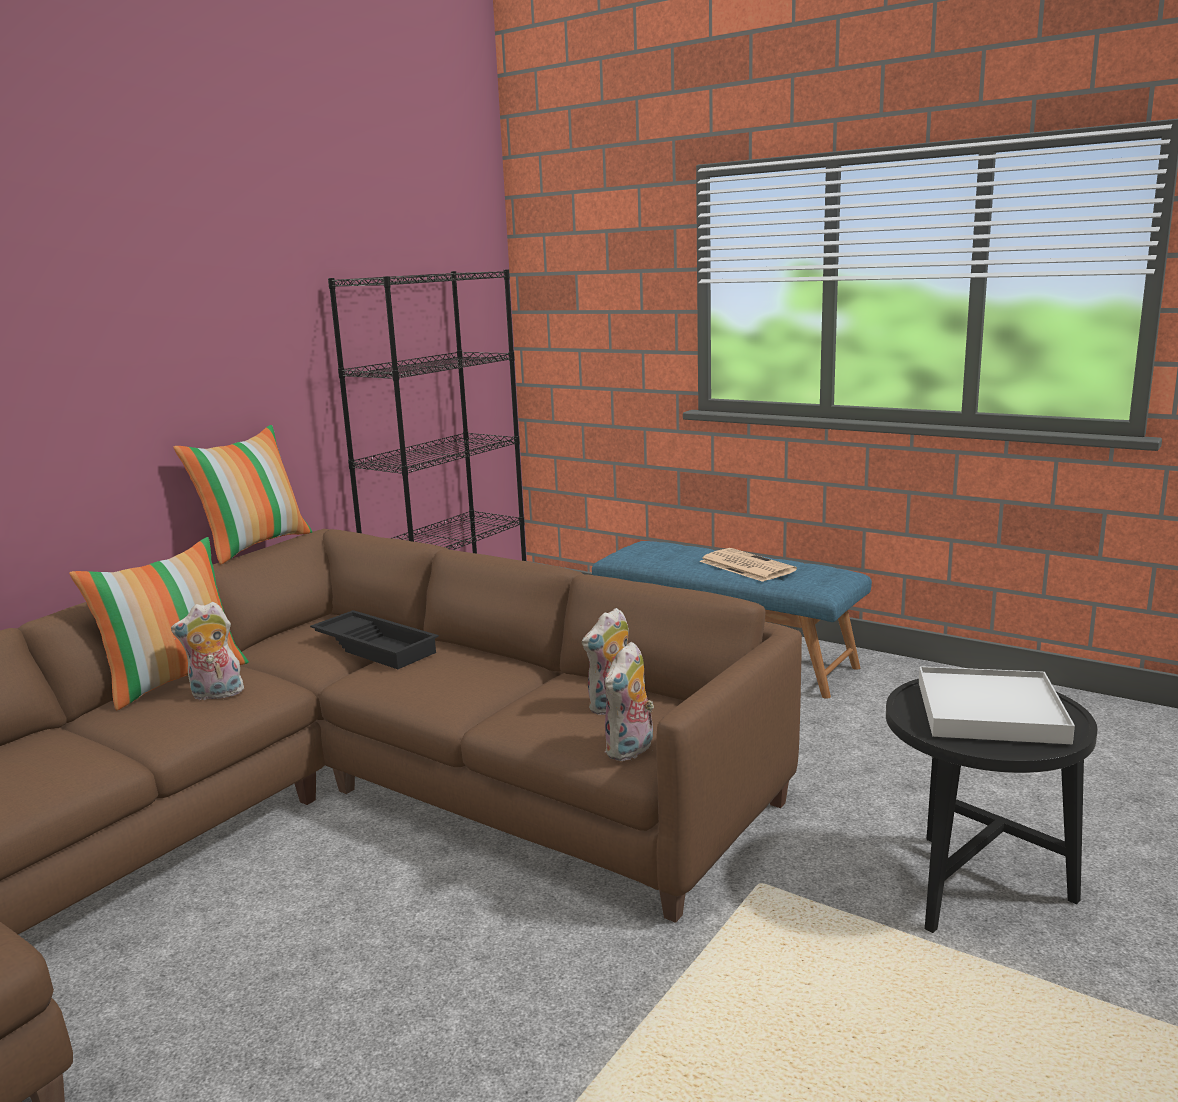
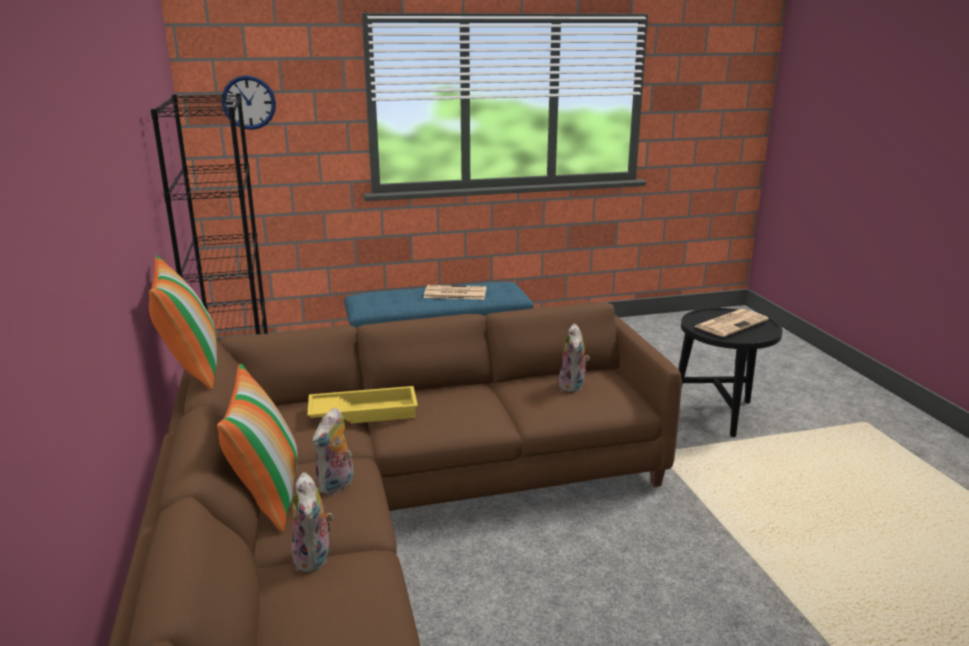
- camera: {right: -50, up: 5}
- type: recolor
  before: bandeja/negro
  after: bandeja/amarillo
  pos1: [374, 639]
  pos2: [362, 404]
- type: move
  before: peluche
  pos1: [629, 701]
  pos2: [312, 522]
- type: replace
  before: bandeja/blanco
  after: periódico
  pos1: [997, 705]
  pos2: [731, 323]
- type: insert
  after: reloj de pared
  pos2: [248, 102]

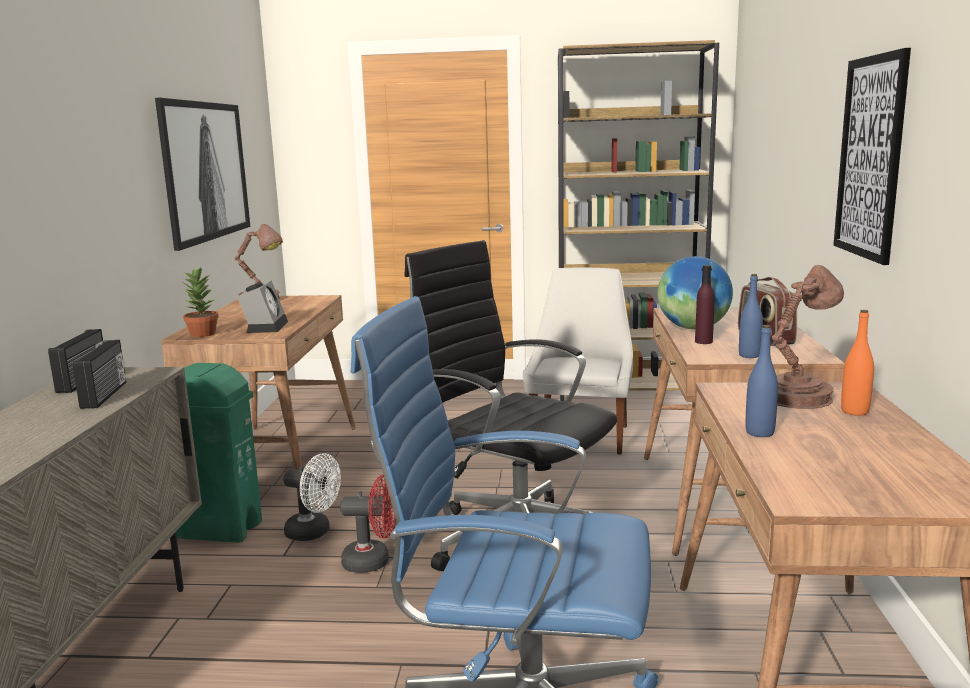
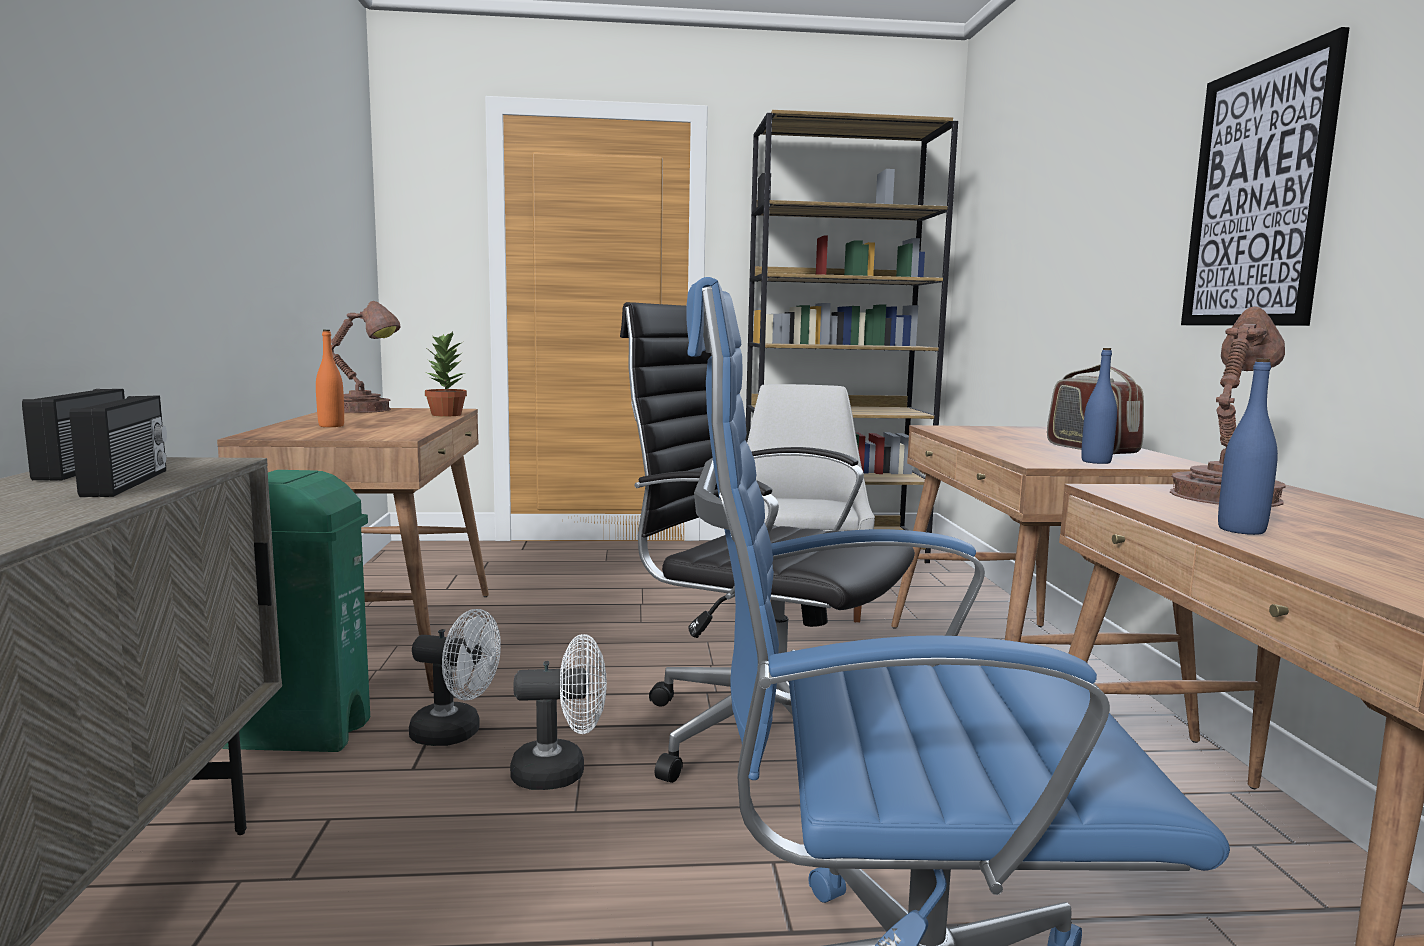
- camera: {right: -10, up: -5}
- type: delete
  before: cuadro
  pos1: [202, 174]
- type: delete
  before: globo terráqueo
  pos1: [695, 292]
- type: delete
  before: botella/morado
  pos1: [705, 304]
- type: move
  before: planta en maceta
  pos1: [200, 302]
  pos2: [446, 374]
- type: delete
  before: despertador
  pos1: [262, 306]
- type: move
  before: botella/naranja
  pos1: [857, 363]
  pos2: [330, 378]
- type: recolor
  before: ventilador/rojo
  after: ventilador/blanco
  pos1: [368, 524]
  pos2: [558, 712]

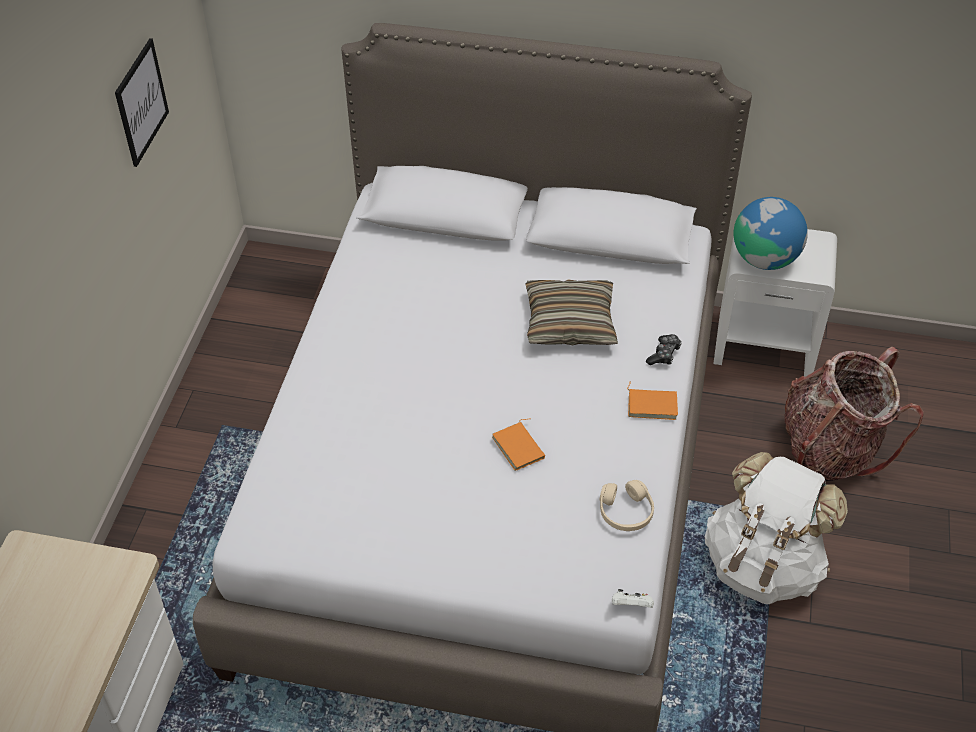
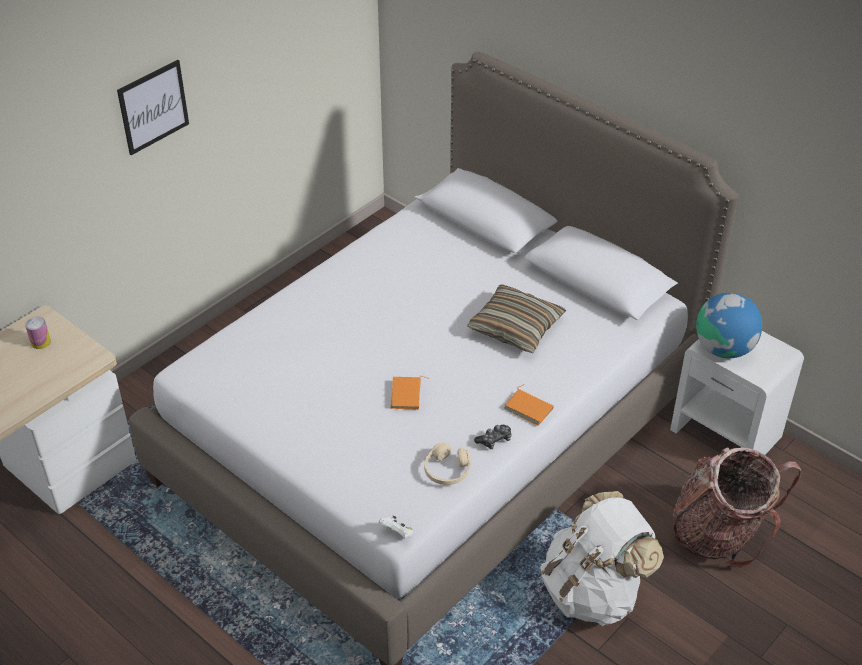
- camera: {right: 30, up: -5}
- type: move
  before: cuadro
  pos1: [142, 102]
  pos2: [153, 107]
- type: move
  before: mando de consola
  pos1: [664, 349]
  pos2: [493, 437]
- type: insert
  after: lata
  pos2: [38, 333]

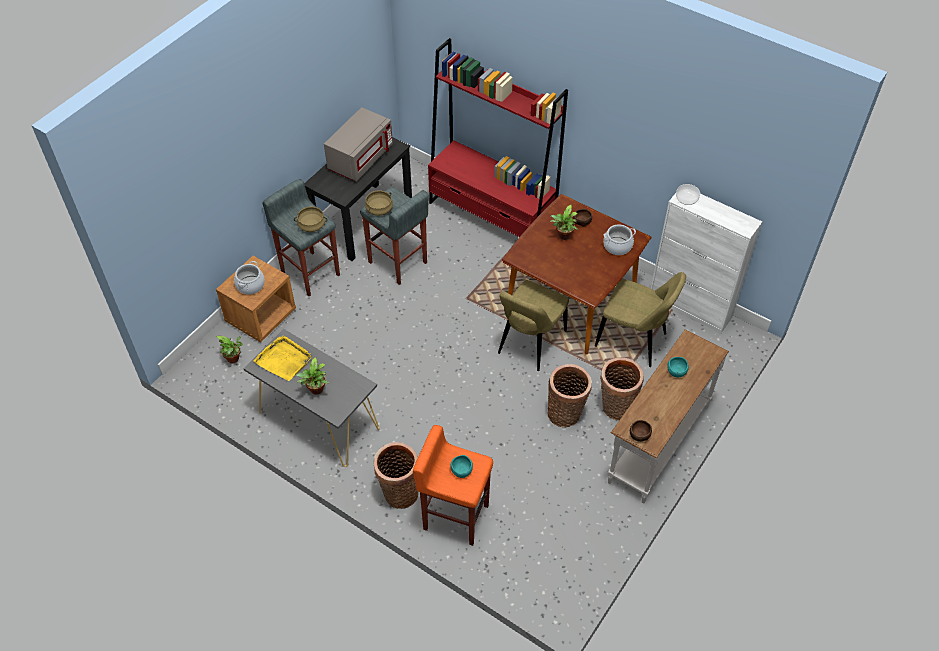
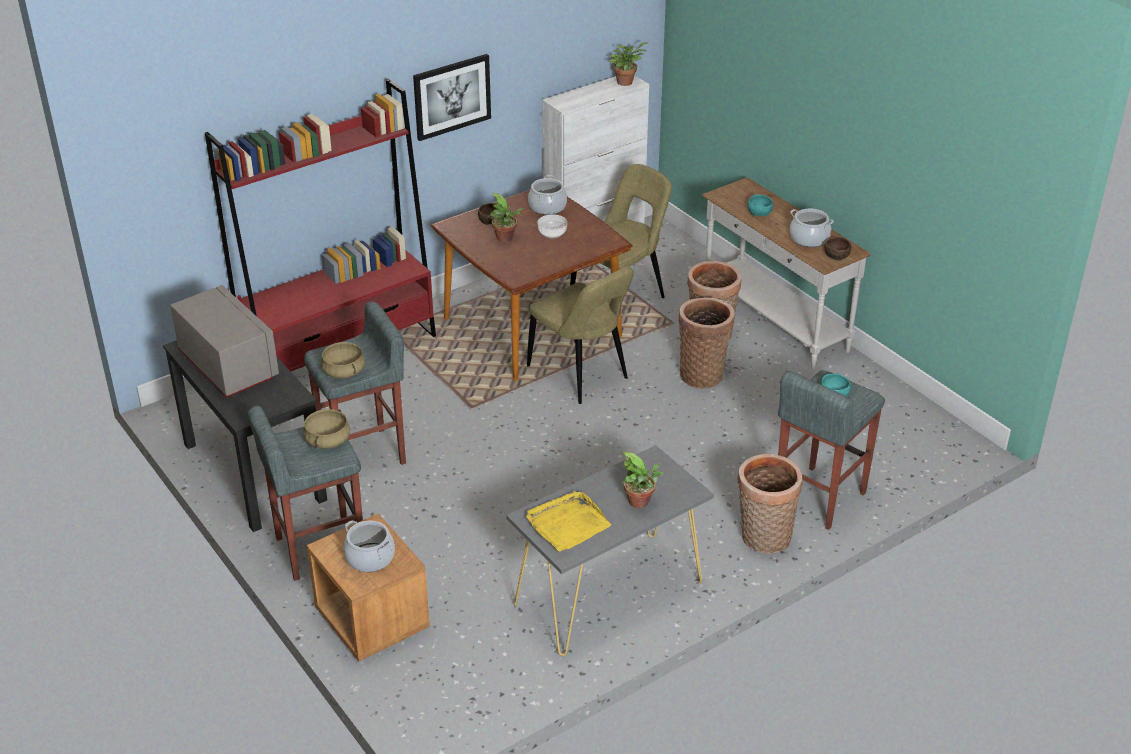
- camera: {right: -70, up: -15}
- type: move
  before: cuenco
  pos1: [688, 194]
  pos2: [552, 226]
- type: move
  before: planta en maceta
  pos1: [229, 349]
  pos2: [628, 64]
- type: recolor
  before: taburete/naranja
  after: taburete/gris
  pos1: [453, 485]
  pos2: [831, 450]
- type: insert
  after: cuadro
  pos2: [452, 97]
- type: insert
  after: olla
  pos2: [812, 228]

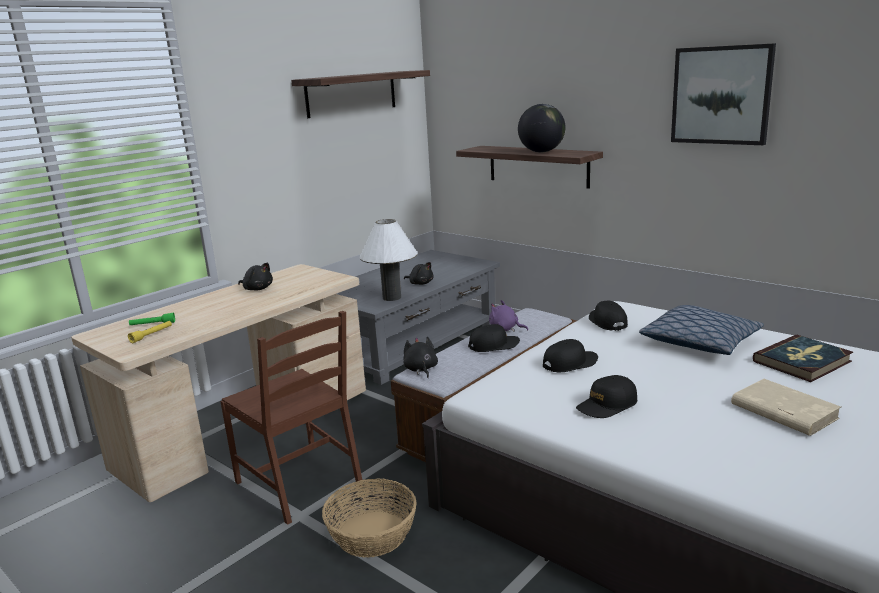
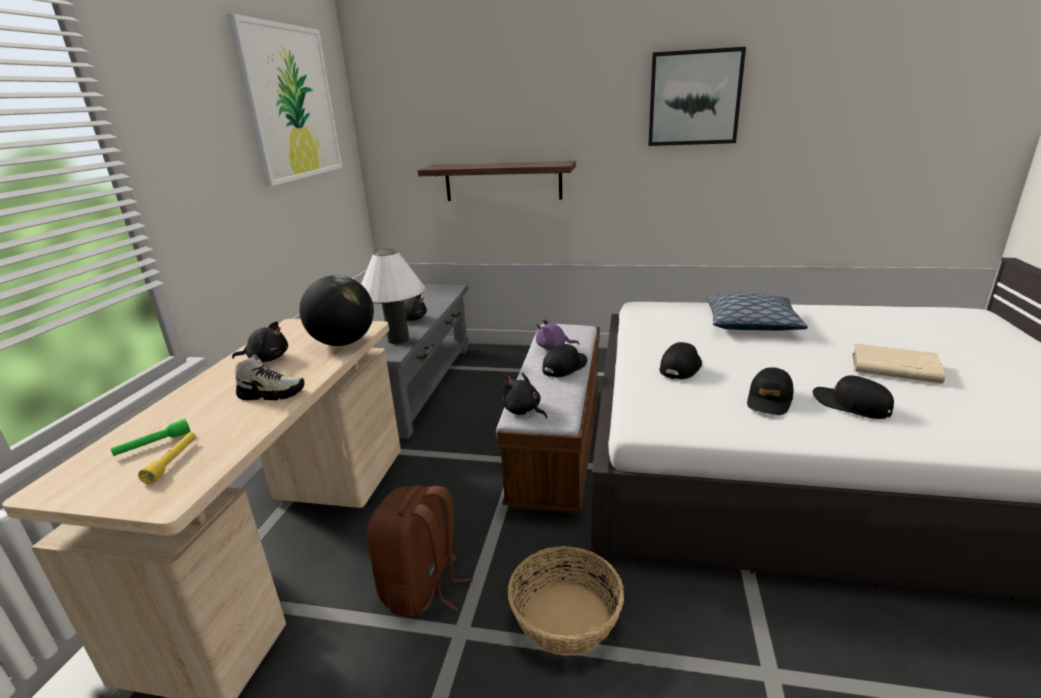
- camera: {right: -30, up: 5}
- type: replace
  before: estante
  after: cuadro
  pos1: [360, 94]
  pos2: [284, 100]
- type: move
  before: globo terráqueo
  pos1: [541, 128]
  pos2: [336, 310]
- type: move
  before: gorra/negro
  pos1: [608, 316]
  pos2: [853, 397]
- type: replace
  before: silla/marrón
  after: mochila/marrón
  pos1: [291, 418]
  pos2: [420, 551]
- type: delete
  before: libro
  pos1: [803, 358]
- type: insert
  after: zapato
  pos2: [270, 377]

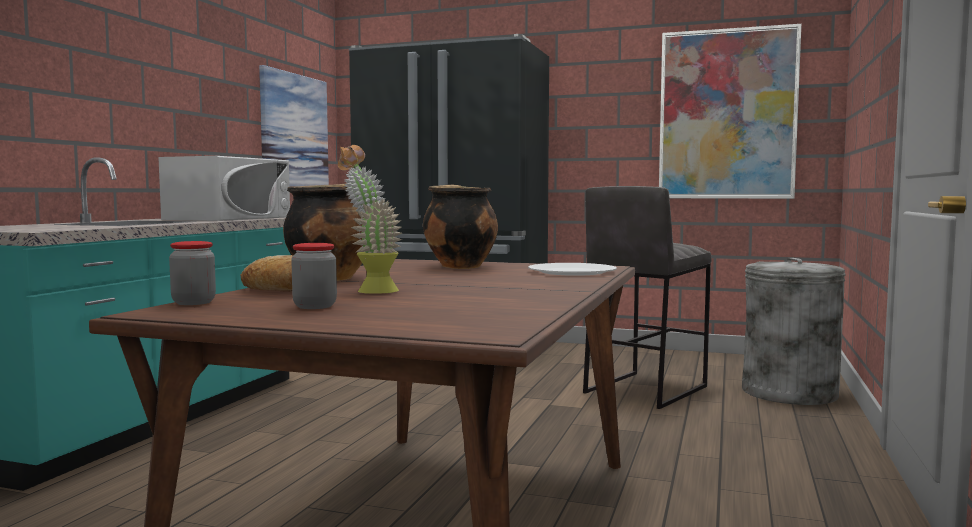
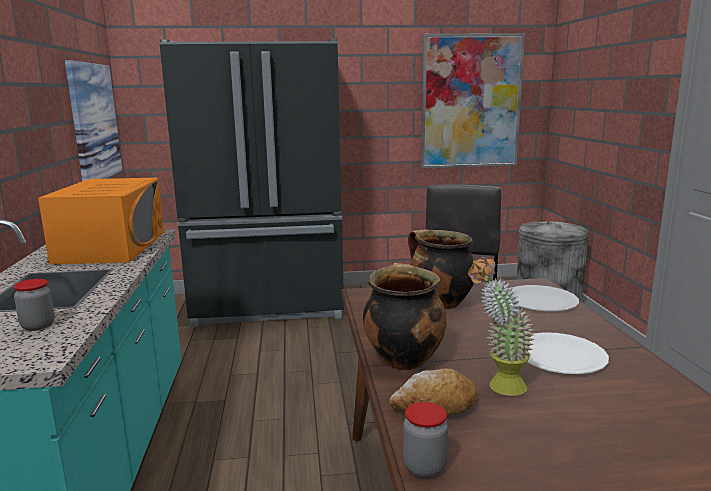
- camera: {right: -25, up: 10}
- type: recolor
  before: microondas/blanco
  after: microondas/naranja
  pos1: [224, 188]
  pos2: [101, 221]
- type: move
  before: tarro
  pos1: [314, 276]
  pos2: [34, 305]
- type: insert
  after: plato/blanco
  pos2: [568, 353]

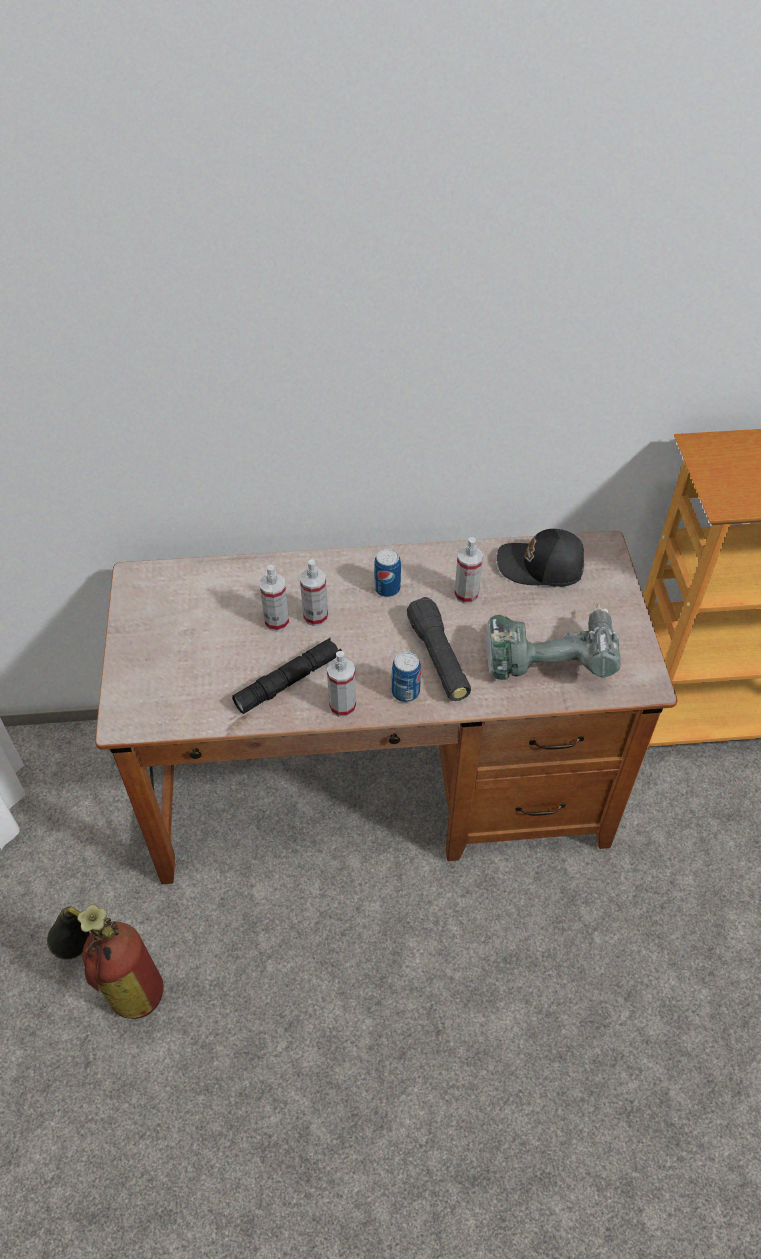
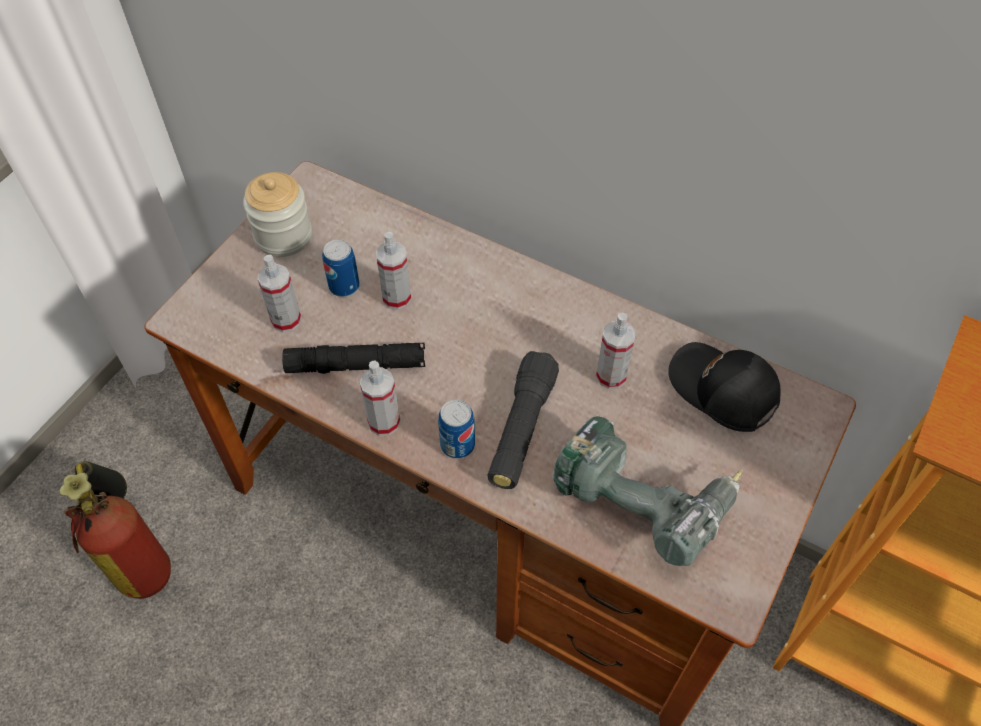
- camera: {right: 35, up: 5}
- type: move
  before: lata
  pos1: [387, 573]
  pos2: [341, 268]
- type: move
  before: pulverizador
  pos1: [314, 592]
  pos2: [279, 293]
- type: insert
  after: tarro
  pos2: [277, 214]

